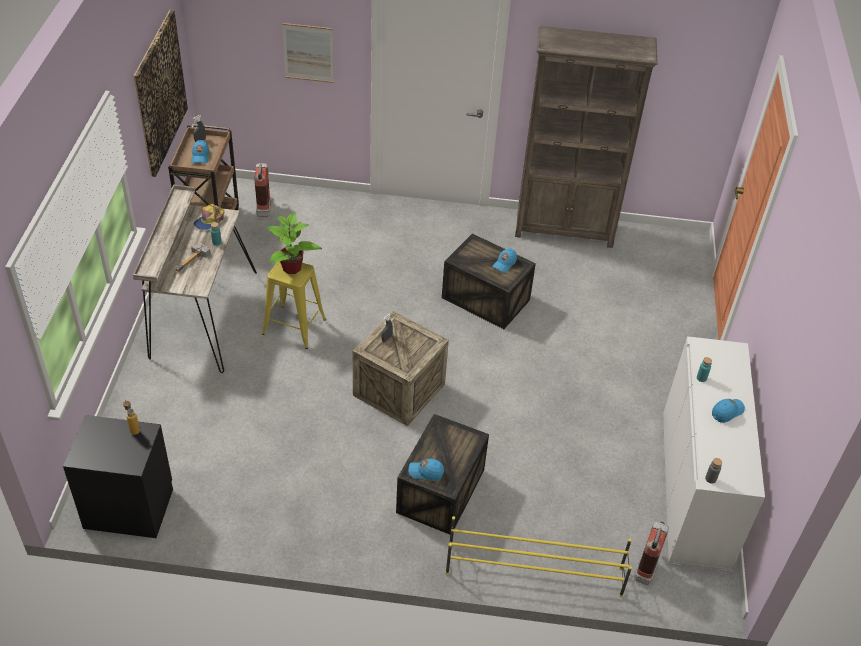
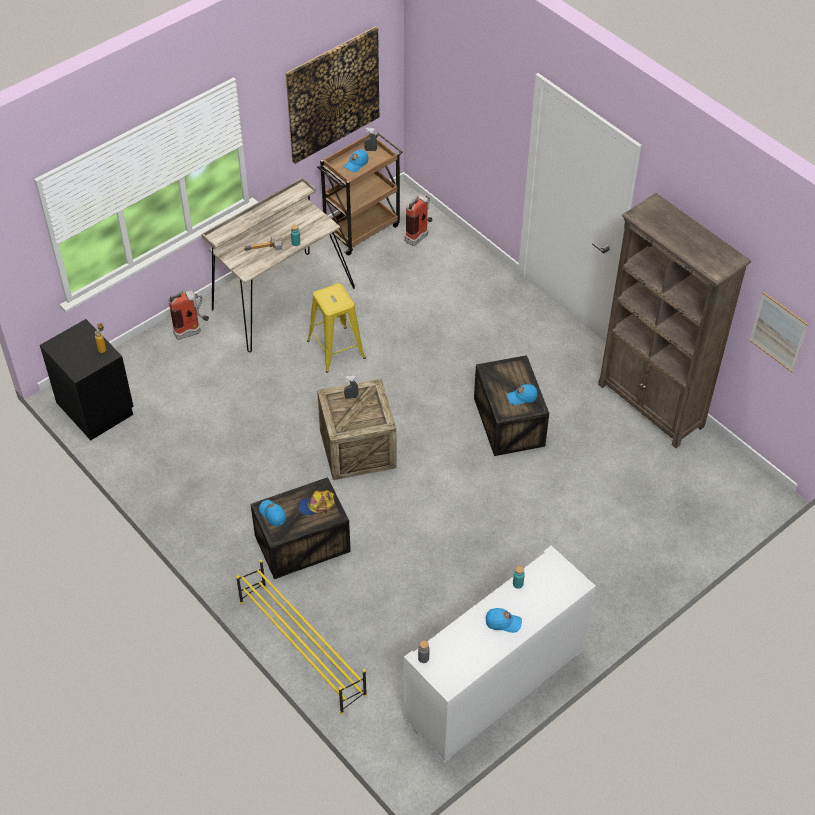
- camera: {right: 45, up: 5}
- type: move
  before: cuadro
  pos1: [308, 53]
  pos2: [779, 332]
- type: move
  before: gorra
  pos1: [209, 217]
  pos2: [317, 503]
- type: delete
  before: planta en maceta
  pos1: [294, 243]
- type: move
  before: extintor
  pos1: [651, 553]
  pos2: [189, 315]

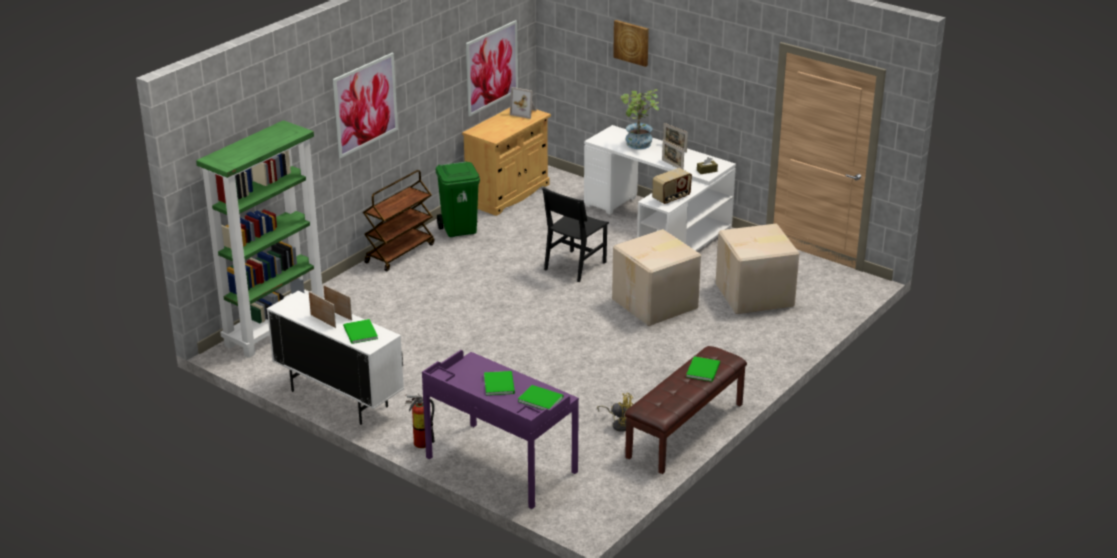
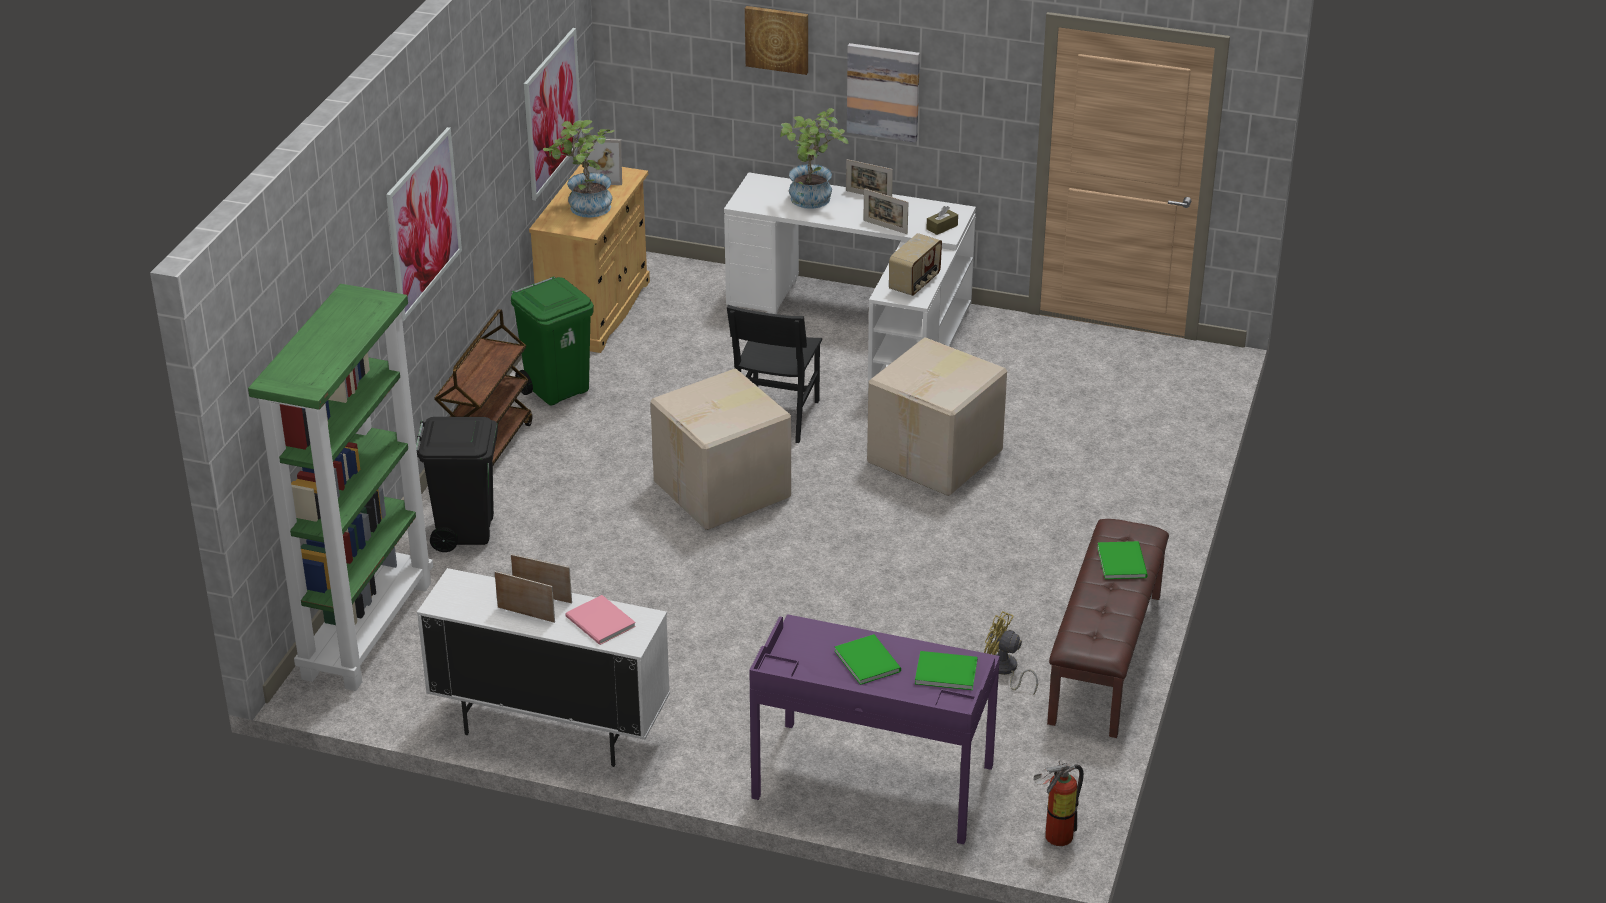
- camera: {right: -20, up: 5}
- type: move
  before: caja de cartón
  pos1: [757, 269]
  pos2: [720, 449]
- type: recolor
  before: libro/verde
  after: libro/rosa
  pos1: [360, 331]
  pos2: [600, 620]
- type: move
  before: extintor
  pos1: [420, 420]
  pos2: [1059, 803]
- type: rotate
  before: ventilador/amarillo
  pos1: [615, 412]
  pos2: [1011, 653]
  turn: -150
- type: insert
  after: cuadro
  pos2: [883, 93]
- type: insert
  after: planta en maceta
  pos2: [579, 169]
- type: insert
  after: papelera/negro
  pos2: [457, 484]

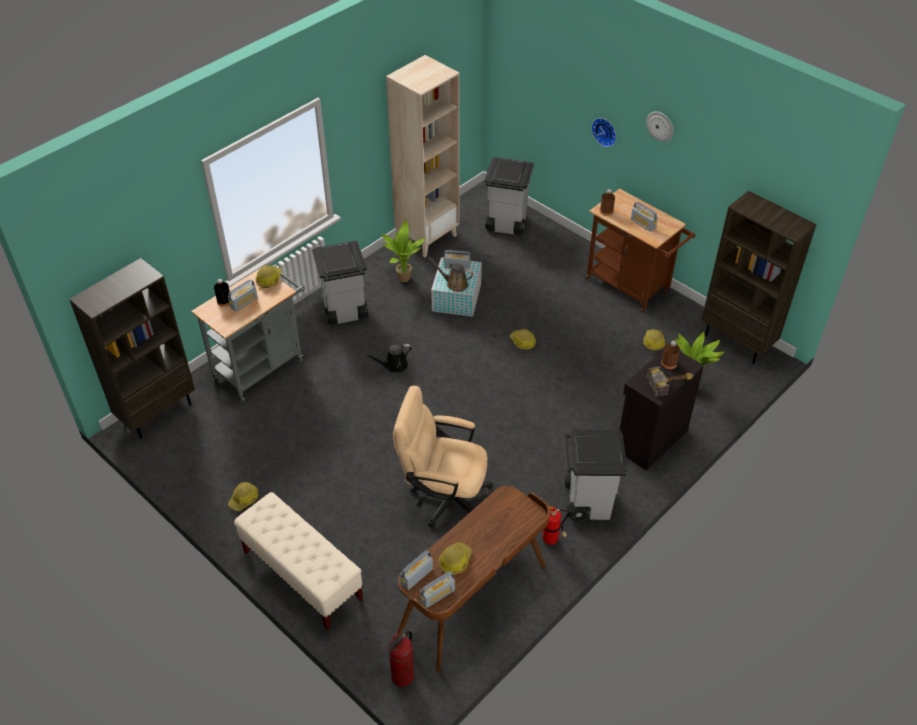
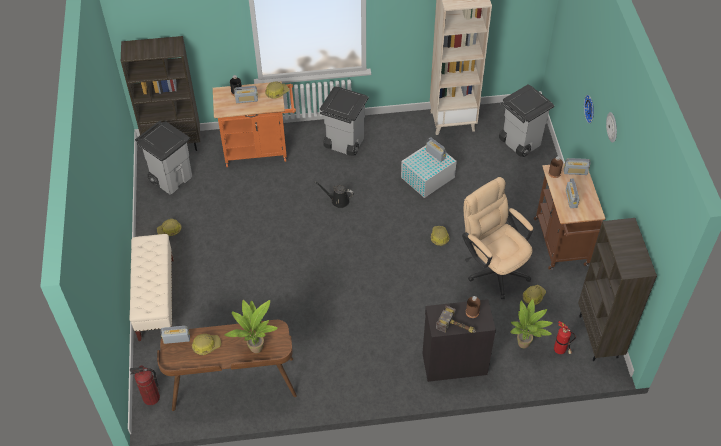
- camera: {right: 40, up: 5}
- type: move
  before: planta en maceta
  pos1: [404, 250]
  pos2: [251, 326]
- type: delete
  before: regadera/marrón
  pos1: [451, 275]
- type: recolor
  before: carrito/gris
  after: carrito/naranja
  pos1: [248, 333]
  pos2: [254, 124]
- type: move
  before: silla de oficina/beis
  pos1: [443, 457]
  pos2: [497, 238]
- type: move
  before: papelera/gris
  pos1: [595, 475]
  pos2: [163, 157]
- type: move
  before: extintor
  pos1: [556, 525]
  pos2: [565, 337]
- type: move
  before: radio
  pos1: [437, 589]
  pos2: [577, 166]

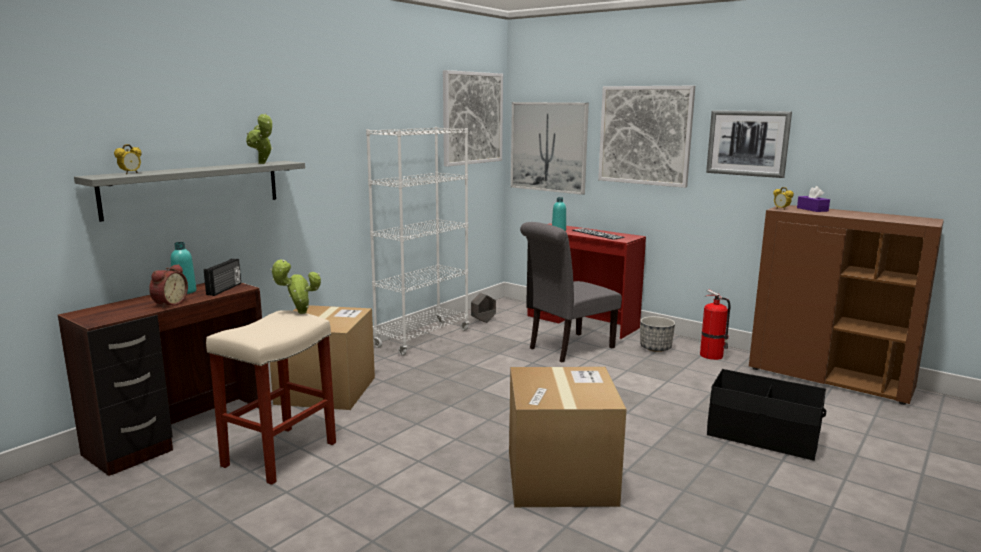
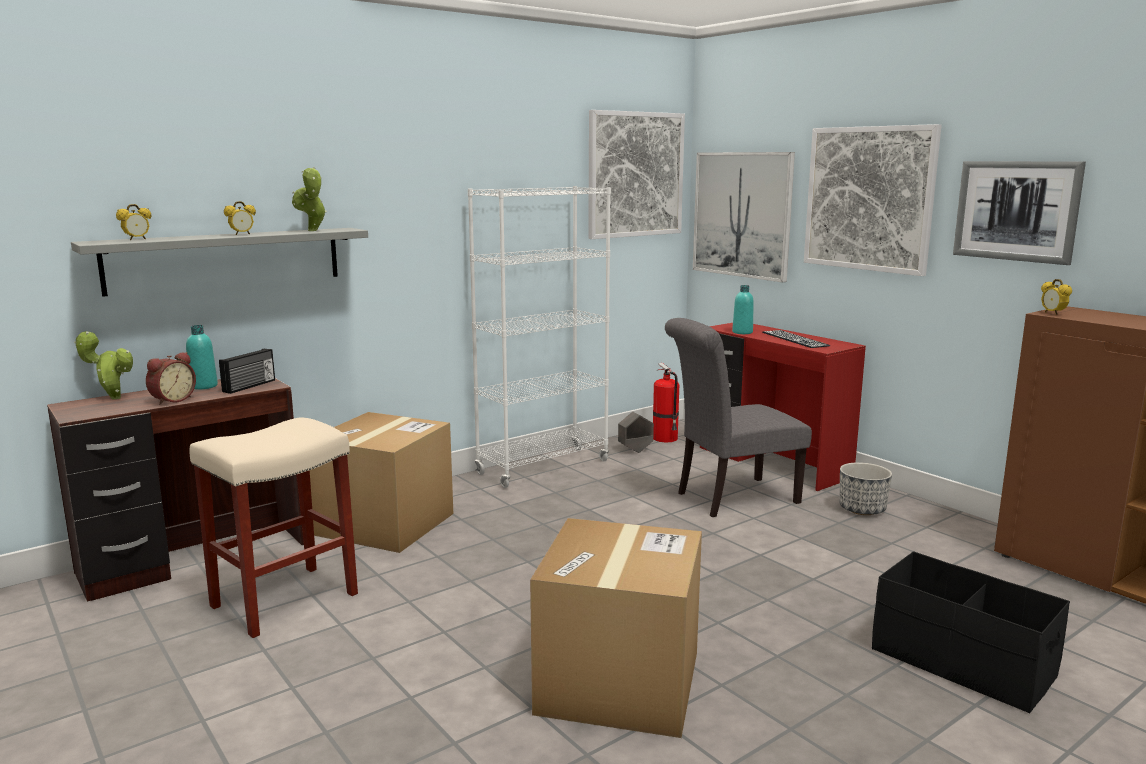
- camera: {right: 15, up: 0}
- type: delete
  before: caja de pañuelos/morado
  pos1: [813, 199]
- type: move
  before: planta en maceta
  pos1: [295, 286]
  pos2: [103, 365]
- type: move
  before: extintor
  pos1: [715, 325]
  pos2: [666, 402]
- type: insert
  after: despertador
  pos2: [240, 218]

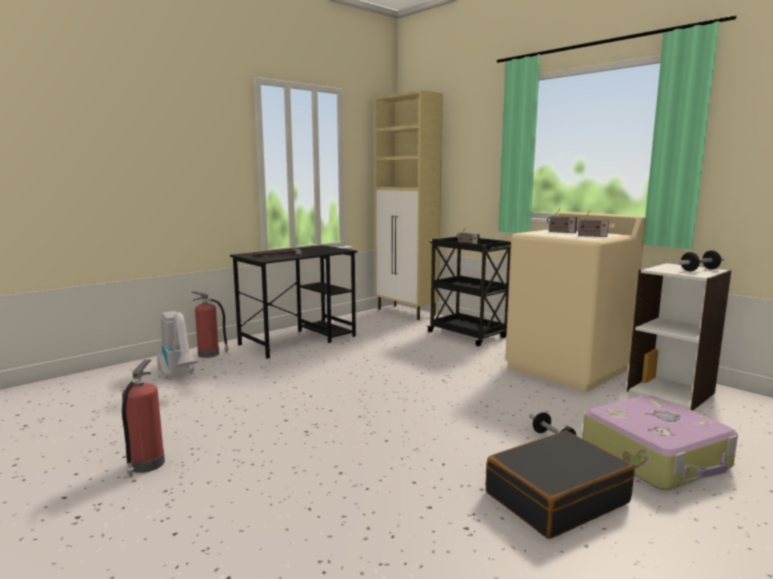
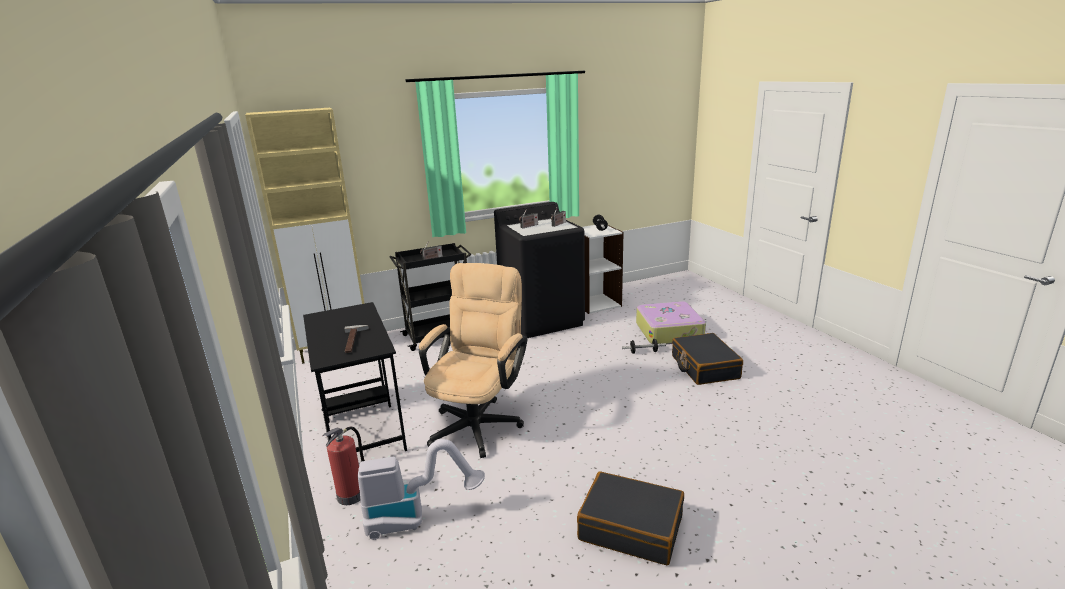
- camera: {right: -70, up: 10}
- type: recolor
  before: lavadora/beis
  after: lavadora/negro
  pos1: [575, 302]
  pos2: [539, 270]
- type: replace
  before: extintor
  after: maleta/negro
  pos1: [143, 418]
  pos2: [630, 518]
- type: insert
  after: silla de oficina/beis
  pos2: [473, 360]

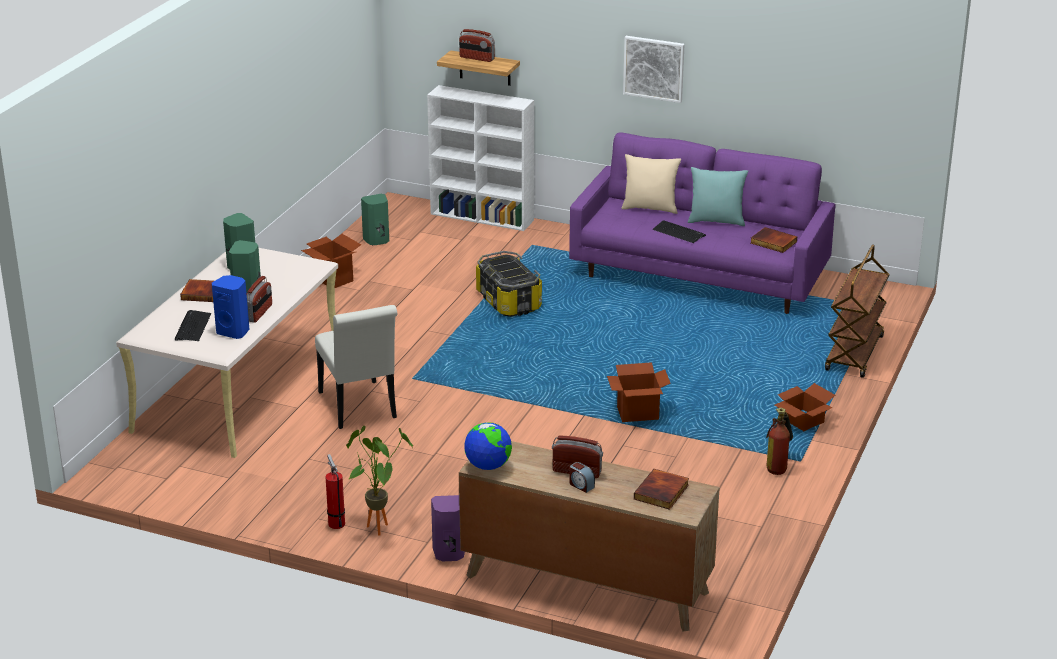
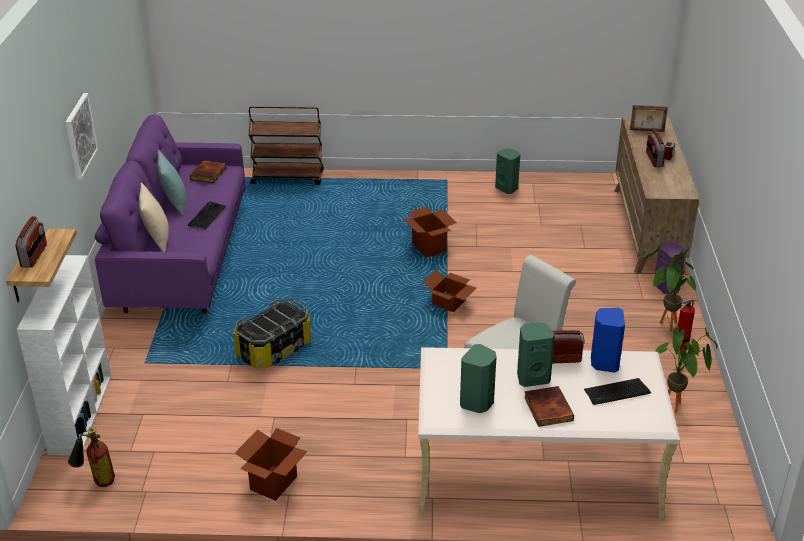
- camera: {right: -110, up: 5}
- type: move
  before: altavoz/verde
  pos1: [375, 219]
  pos2: [507, 171]
- type: move
  before: caja de cartón
  pos1: [804, 407]
  pos2: [450, 291]
- type: move
  before: extintor
  pos1: [779, 441]
  pos2: [91, 457]
- type: delete
  before: globo terráqueo
  pos1: [488, 446]
- type: replace
  before: libro
  after: portarretratos
  pos1: [661, 489]
  pos2: [649, 118]
- type: insert
  after: planta en maceta
  pos2: [686, 370]

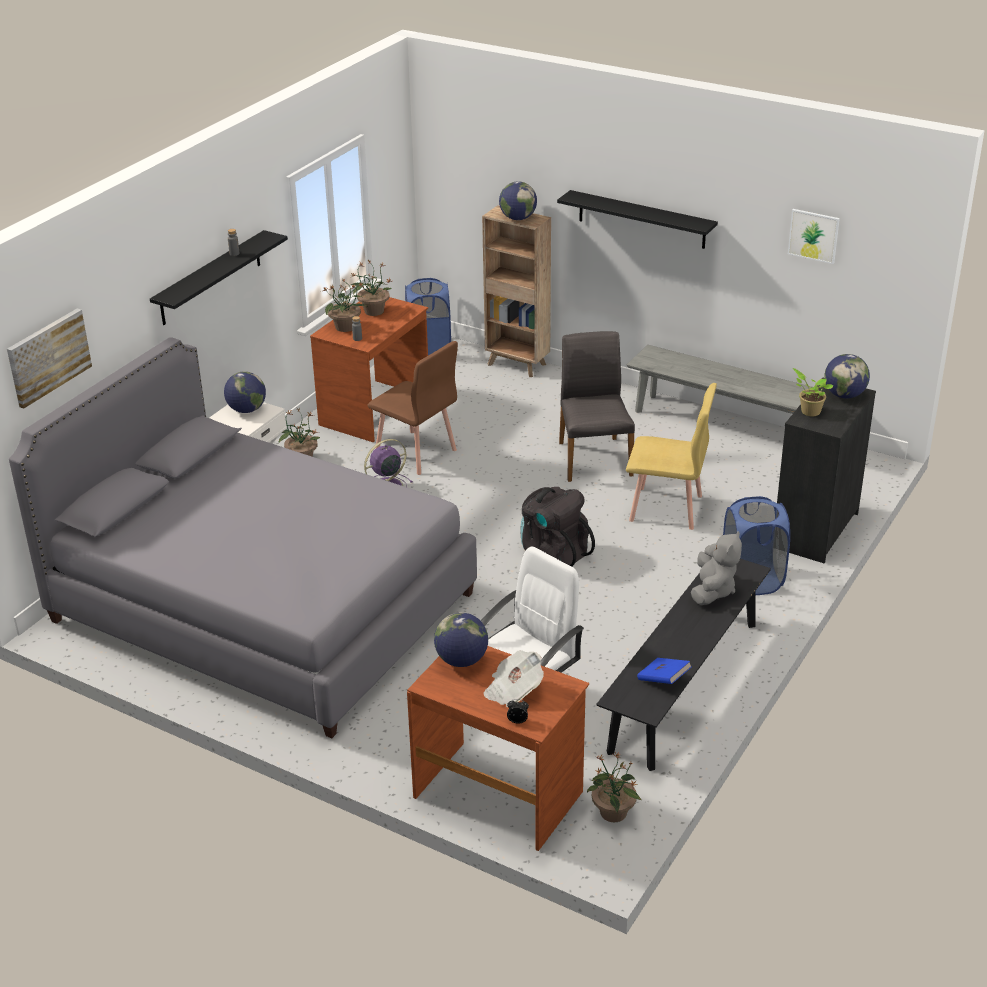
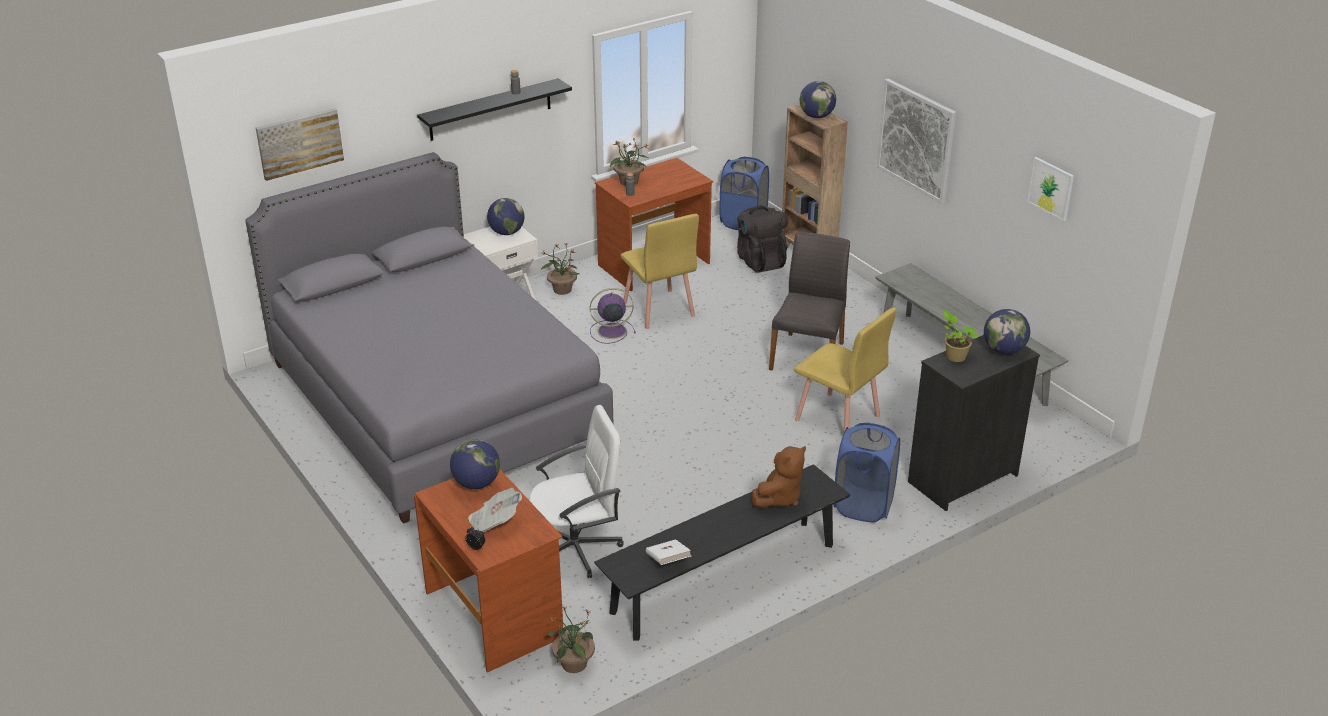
- camera: {right: 25, up: 0}
- type: replace
  before: estante/negro
  after: cuadro
  pos1: [637, 219]
  pos2: [916, 141]
- type: delete
  before: planta en maceta
  pos1: [371, 287]
- type: recolor
  before: silla/marrón
  after: silla/amarillo
  pos1: [412, 408]
  pos2: [660, 271]
- type: move
  before: mochila/negro
  pos1: [557, 527]
  pos2: [762, 239]
- type: recolor
  before: peluche/gris
  after: peluche/marrón
  pos1: [716, 568]
  pos2: [778, 477]
- type: recolor
  before: libro/azul
  after: libro/blanco
  pos1: [664, 671]
  pos2: [668, 552]

